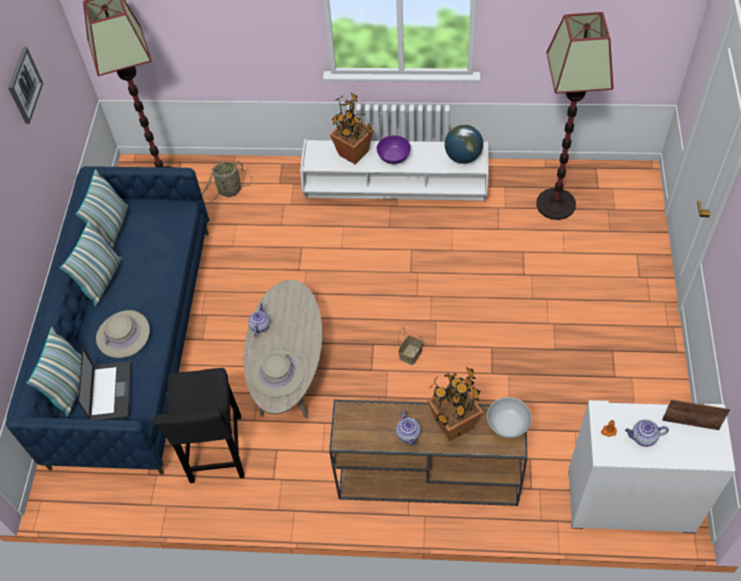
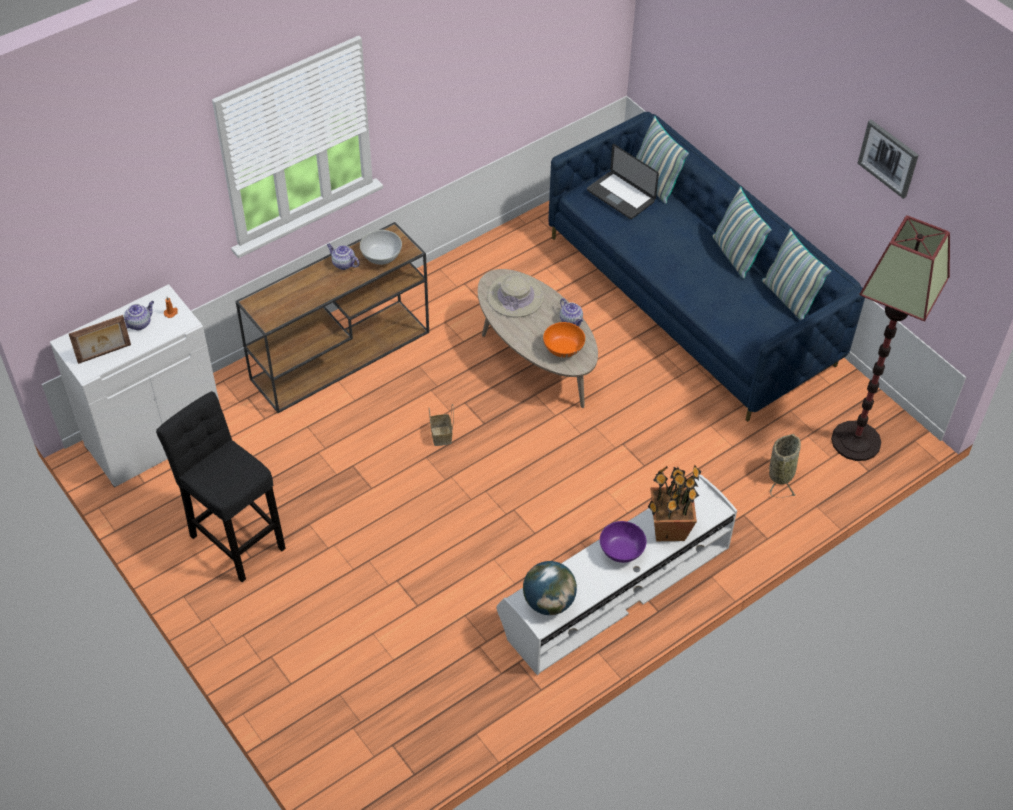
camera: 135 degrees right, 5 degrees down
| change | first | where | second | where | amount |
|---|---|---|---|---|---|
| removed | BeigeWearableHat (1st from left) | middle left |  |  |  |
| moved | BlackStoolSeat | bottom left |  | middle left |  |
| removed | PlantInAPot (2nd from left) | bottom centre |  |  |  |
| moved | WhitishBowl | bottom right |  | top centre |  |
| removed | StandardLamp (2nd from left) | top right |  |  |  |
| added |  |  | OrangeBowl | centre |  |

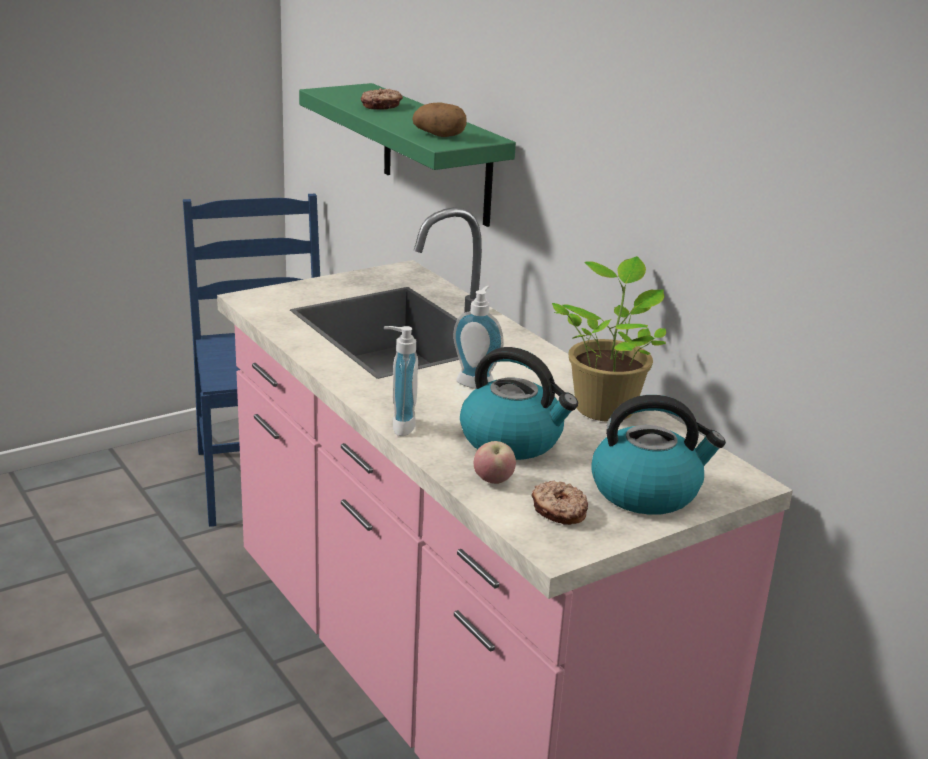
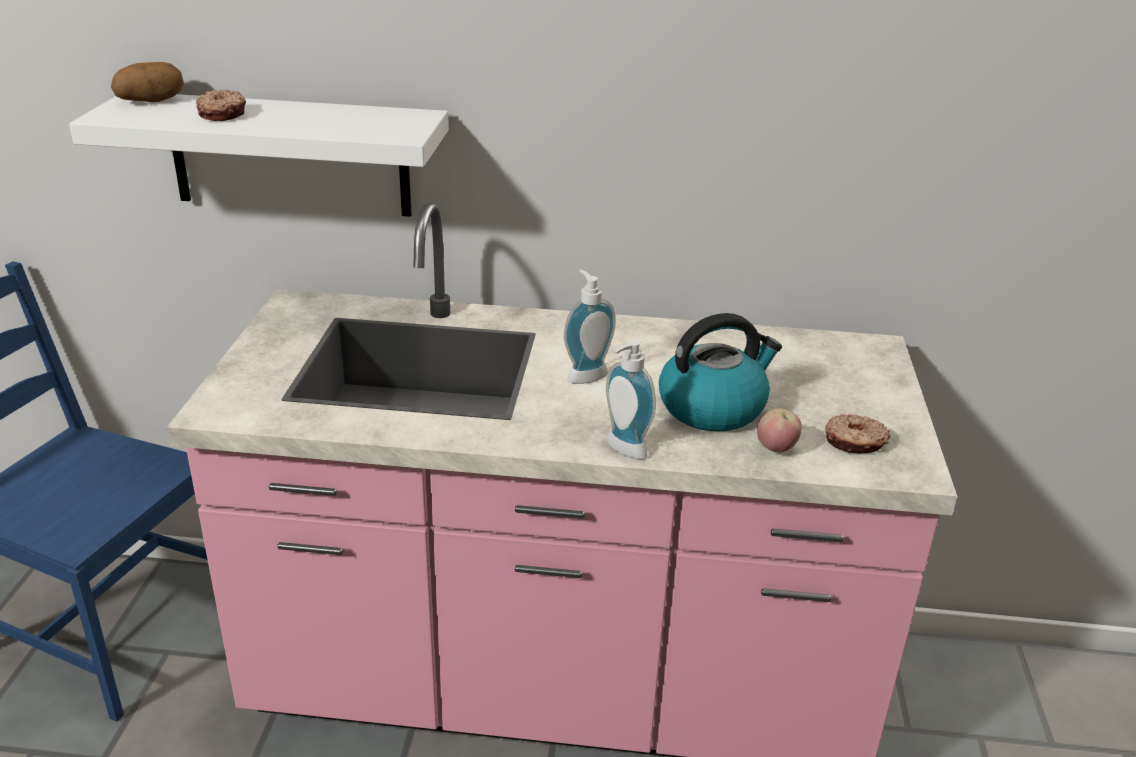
camera: 50 degrees left, 5 degrees up
| change | first | where | second | where | amount |
|---|---|---|---|---|---|
| recoloured | GreenishBracketShelf | top centre | WhitishBracketShelf | top left |  |
| moved | Spud | top centre |  | top left |  |
| removed | PlantInAPot | centre |  |  |  |
| removed | Kettle (2nd from left) | middle right |  |  |  |

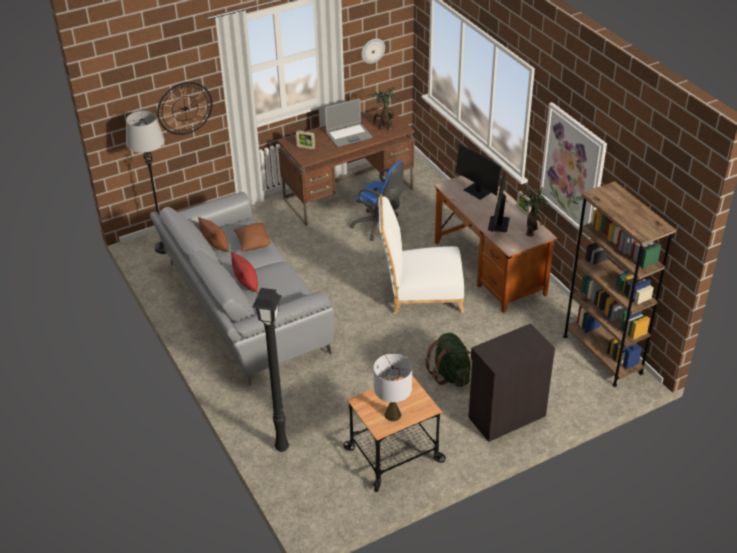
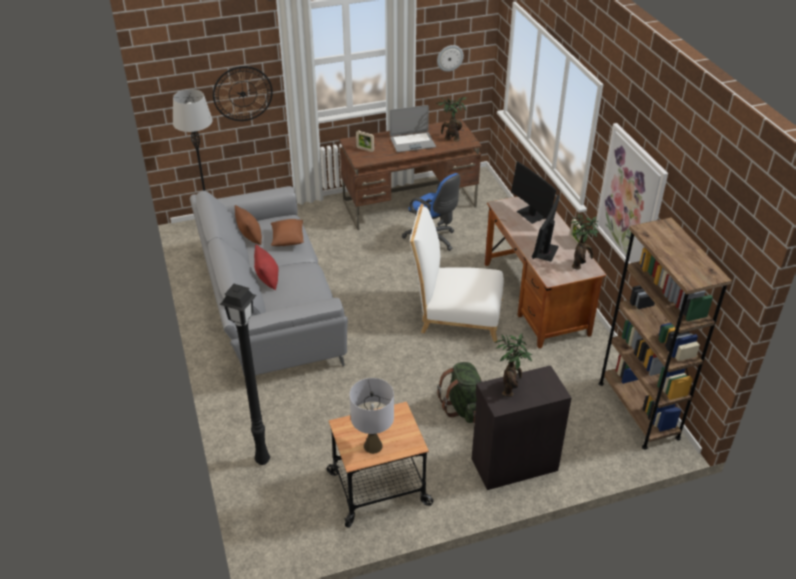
camera: 10 degrees right, 0 degrees up
| change | first | where | second | where | amount |
|---|---|---|---|---|---|
| added |  |  | PlantInAPot (2nd from left) | centre |  |

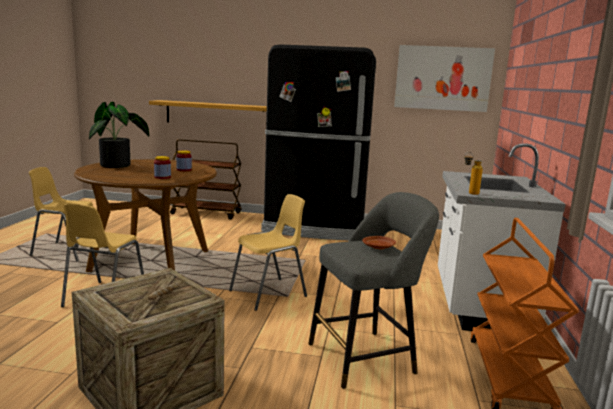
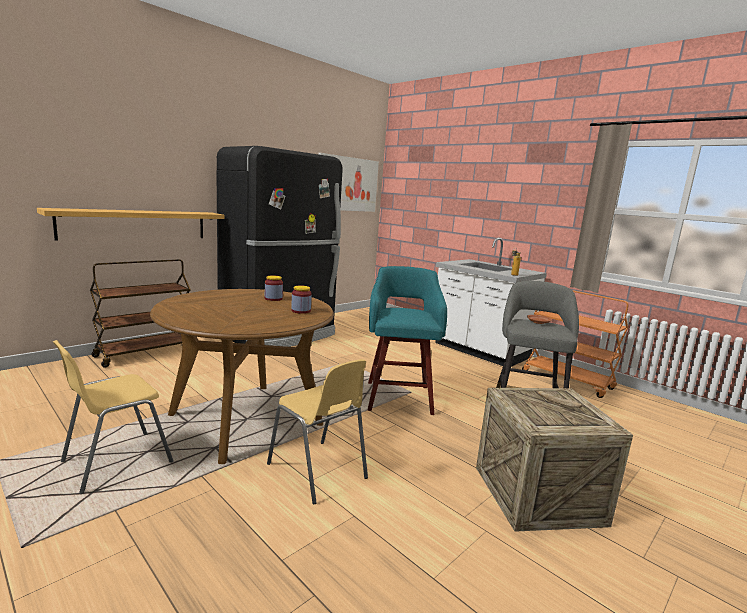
camera: 55 degrees left, 0 degrees up
| change | first | where | second | where | amount |
|---|---|---|---|---|---|
| removed | PlantInAPot | top left |  |  |  |
| replaced | YellowChair (3rd from left) | centre | TurquoiseColouredStoolSeat | centre |  |

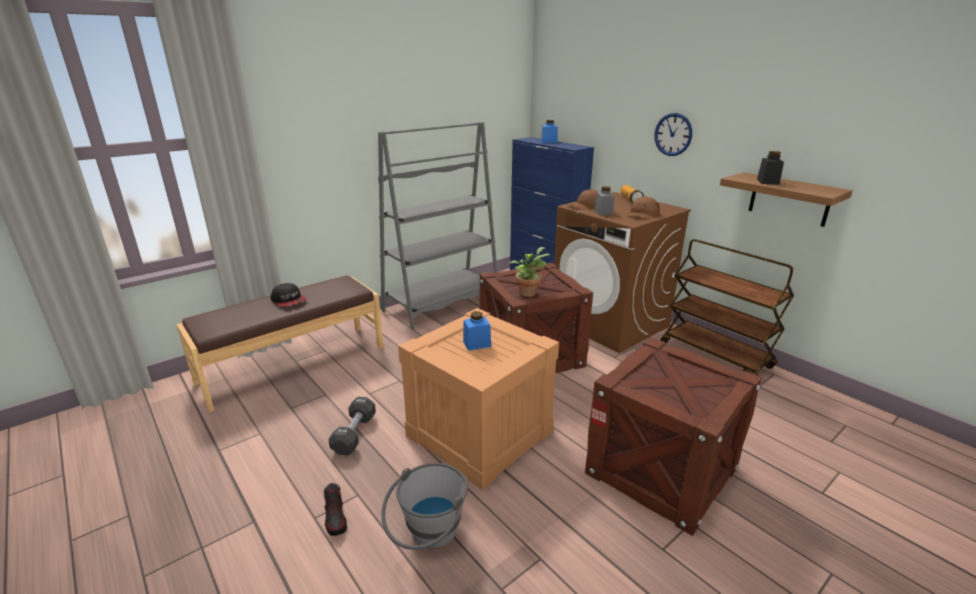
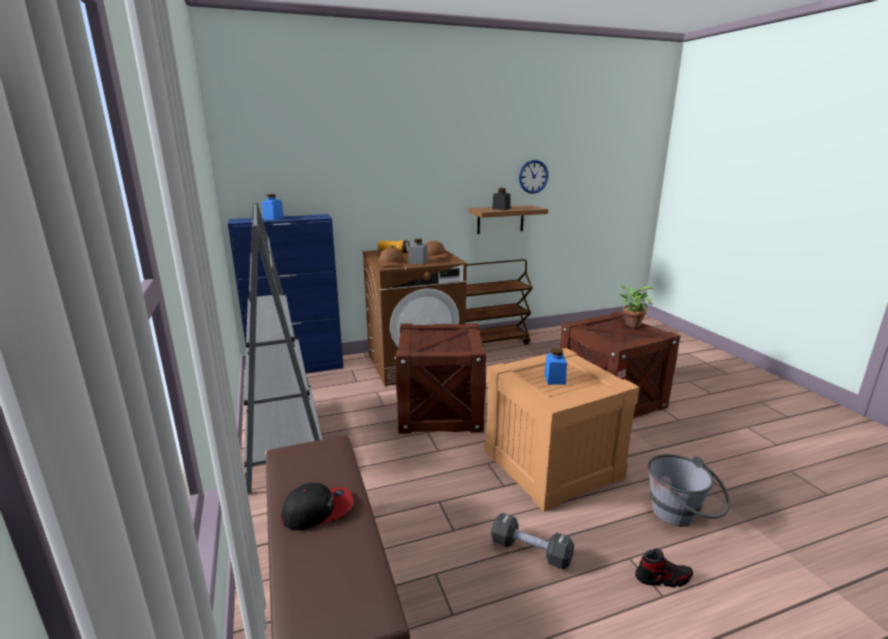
camera: 70 degrees left, 5 degrees down
| change | first | where | second | where | amount |
|---|---|---|---|---|---|
| moved | PlantInAPot | centre |  | middle right |  |
| moved | WallClock | top right |  | top centre |  |

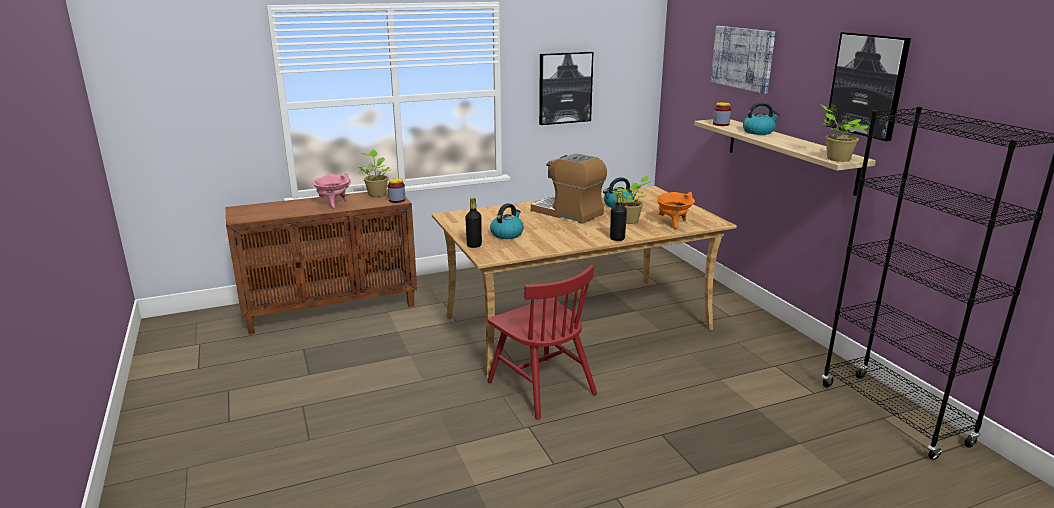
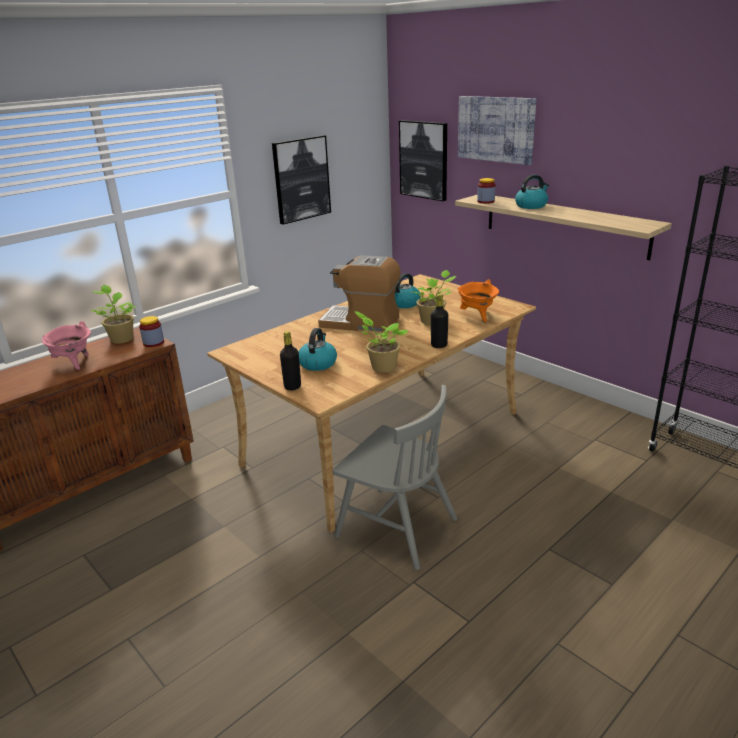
camera: 20 degrees left, 5 degrees up
| change | first | where | second | where | amount |
|---|---|---|---|---|---|
| recoloured | RedChair | bottom centre | GreyishChair | centre |  |
| moved | PlantInAPot (3rd from left in the first image) | top right | PlantInAPot (2nd from left) | centre |  |
| moved | WallArt (3rd from left in the first image) | top right | WallArt (2nd from left) | top centre |  |

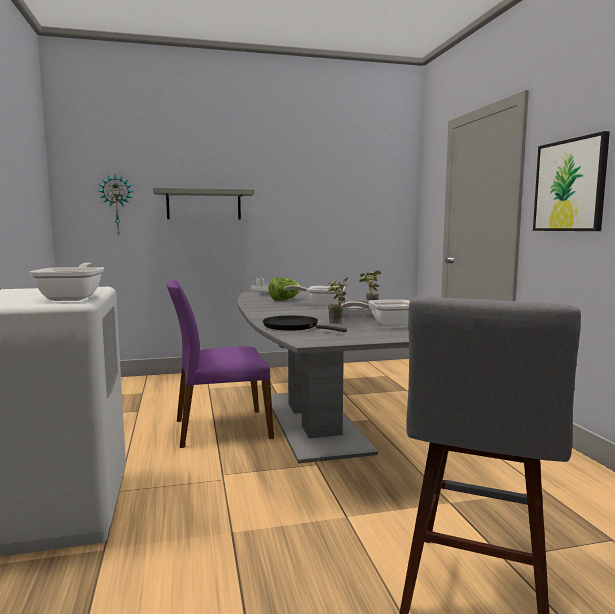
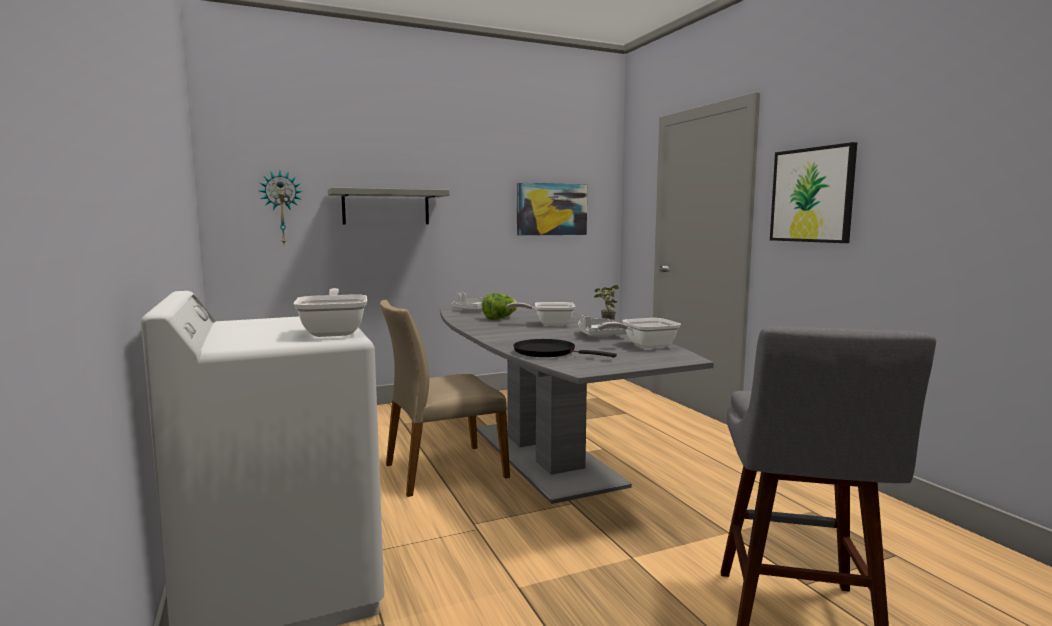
camera: 10 degrees left, 0 degrees up
| change | first | where | second | where | amount |
|---|---|---|---|---|---|
| recoloured | PurpleColouredChair | centre | BeigeChair | centre |  |
| removed | PlantInAPot (1st from left) | centre |  |  |  |
| added |  |  | WallArt (1st from left) | centre |  |

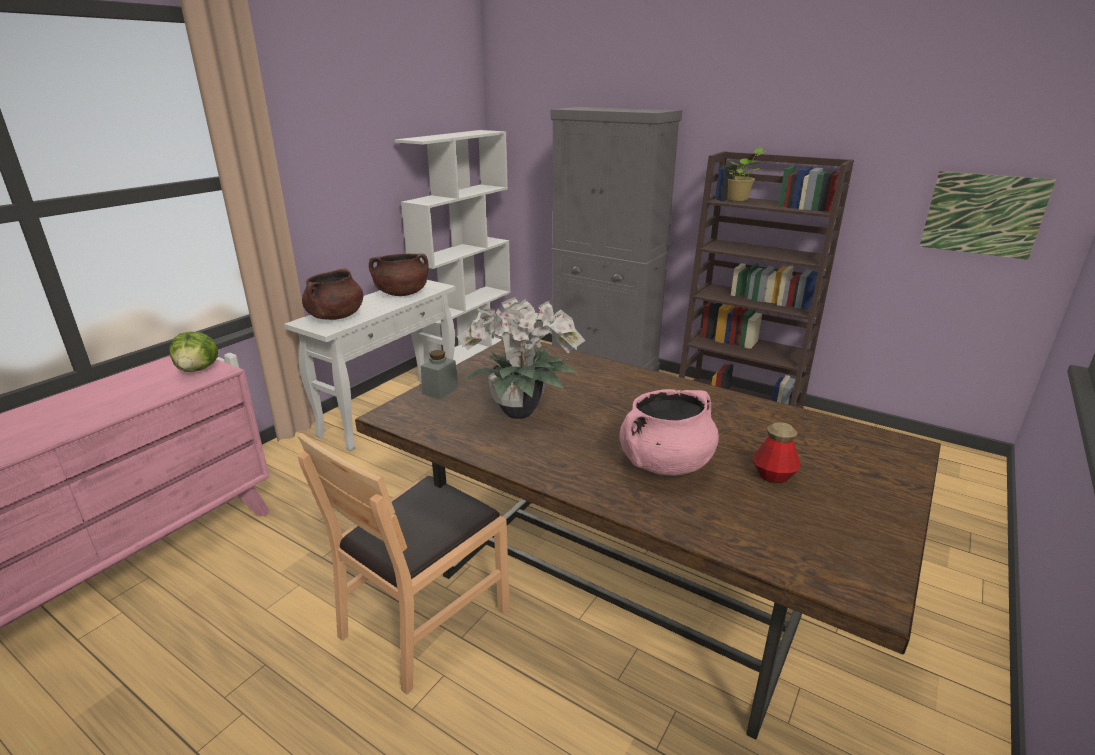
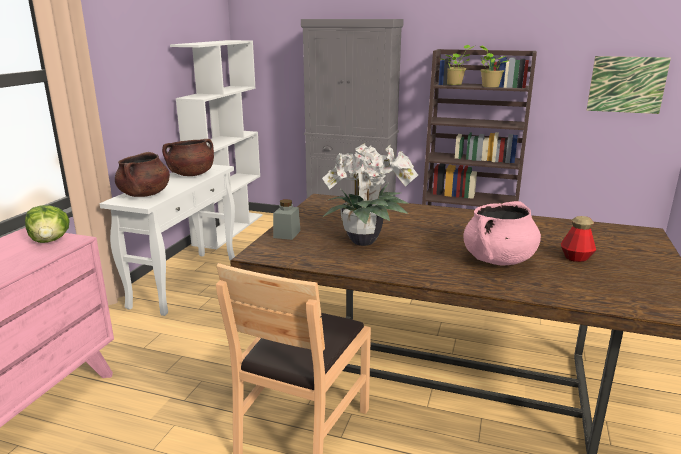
camera: 15 degrees left, 5 degrees down
| change | first | where | second | where | amount |
|---|---|---|---|---|---|
| added |  |  | PlantInAPot (3rd from left) | top right |  |

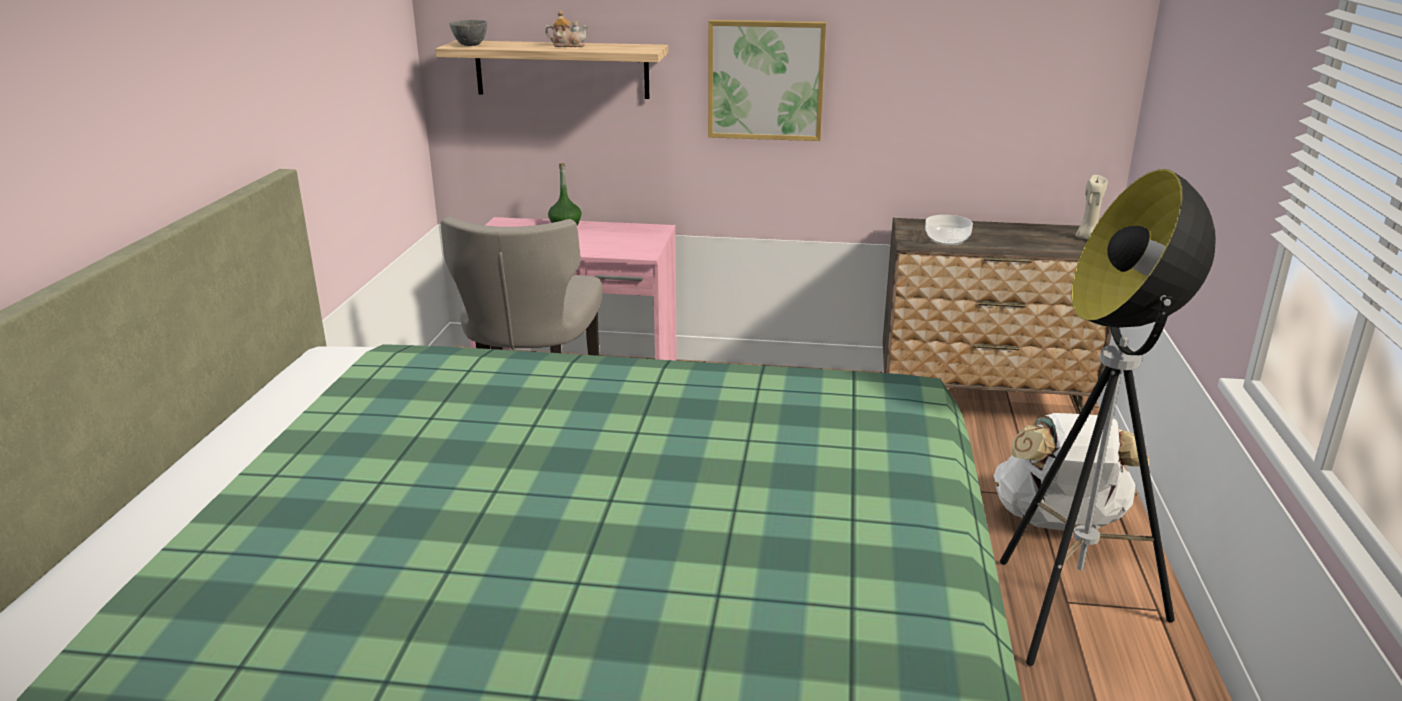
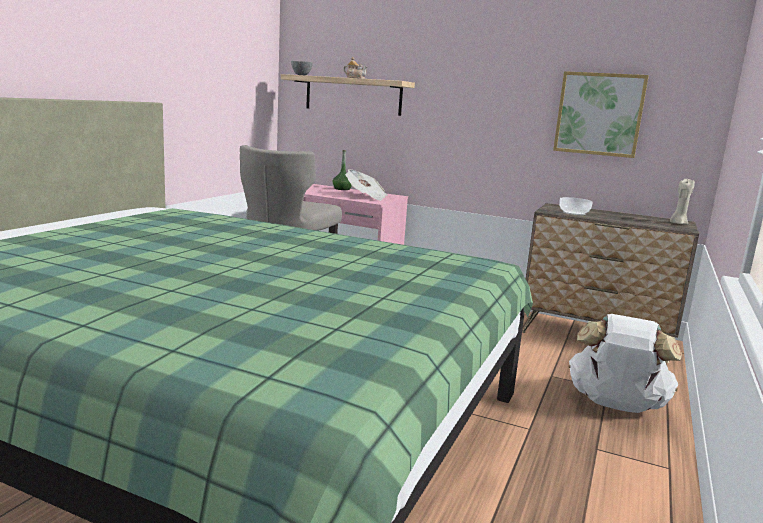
camera: 15 degrees right, 10 degrees down
| change | first | where | second | where | amount |
|---|---|---|---|---|---|
| moved | WallArt | top centre |  | top right |  |
| removed | StandardLamp | middle right |  |  |  |
| added |  |  | DailyPaper | centre |  |

